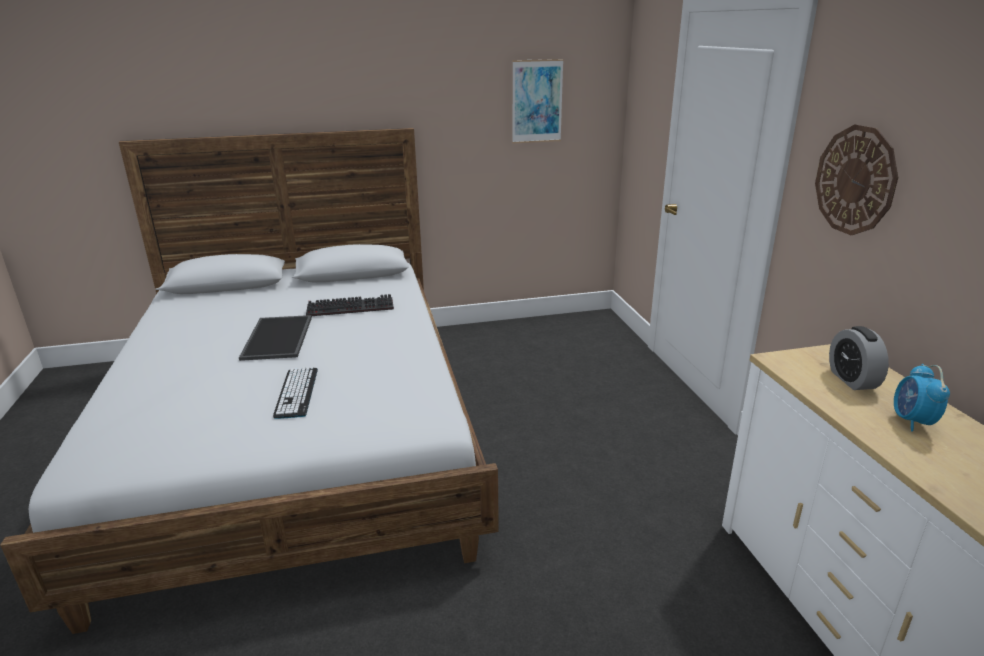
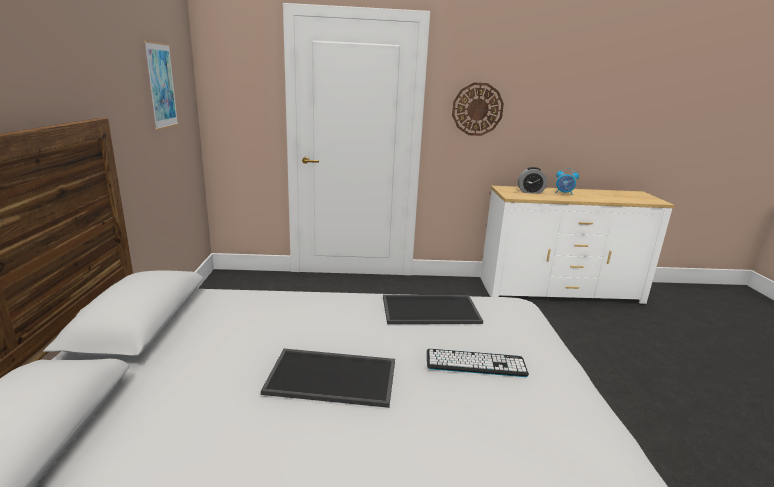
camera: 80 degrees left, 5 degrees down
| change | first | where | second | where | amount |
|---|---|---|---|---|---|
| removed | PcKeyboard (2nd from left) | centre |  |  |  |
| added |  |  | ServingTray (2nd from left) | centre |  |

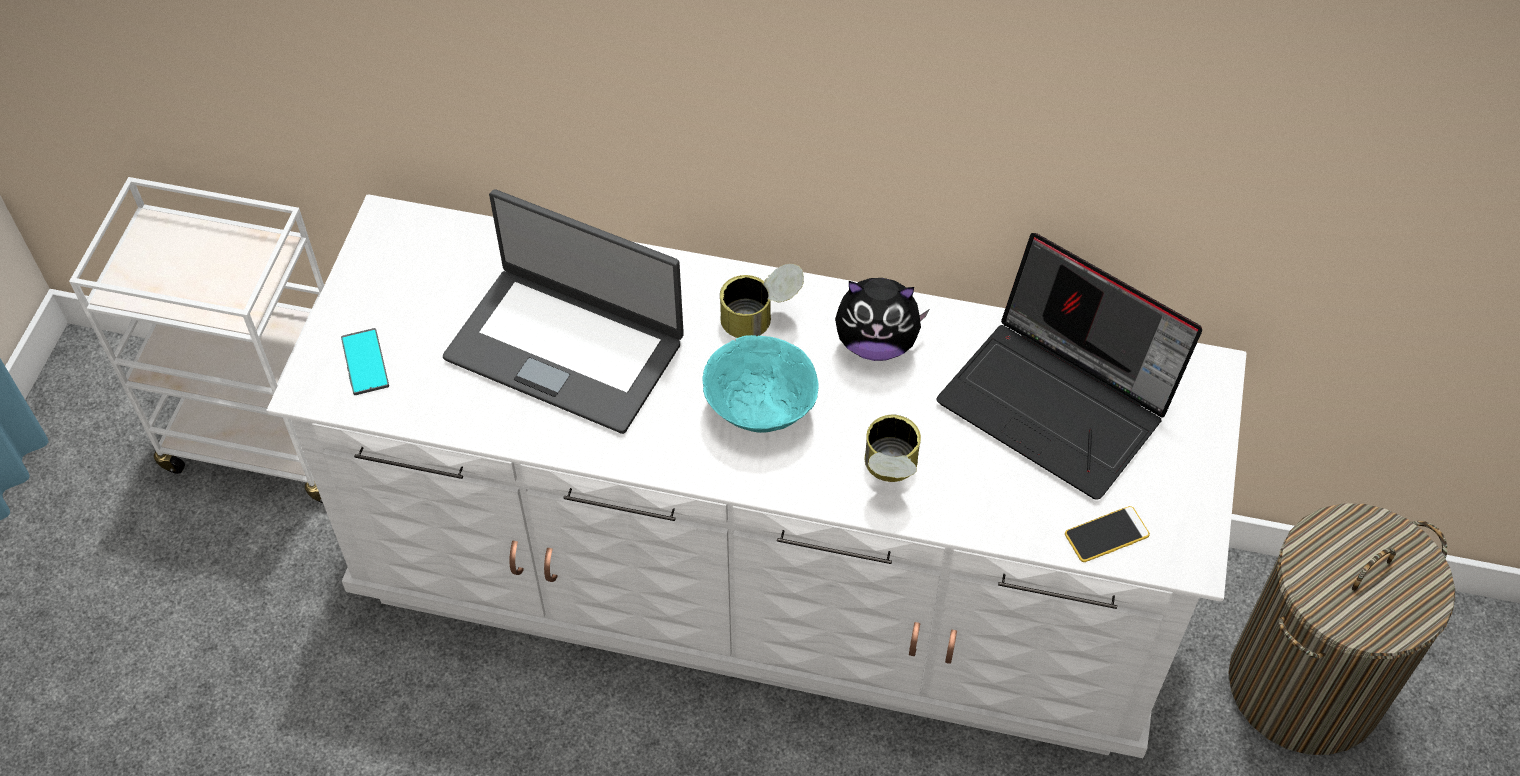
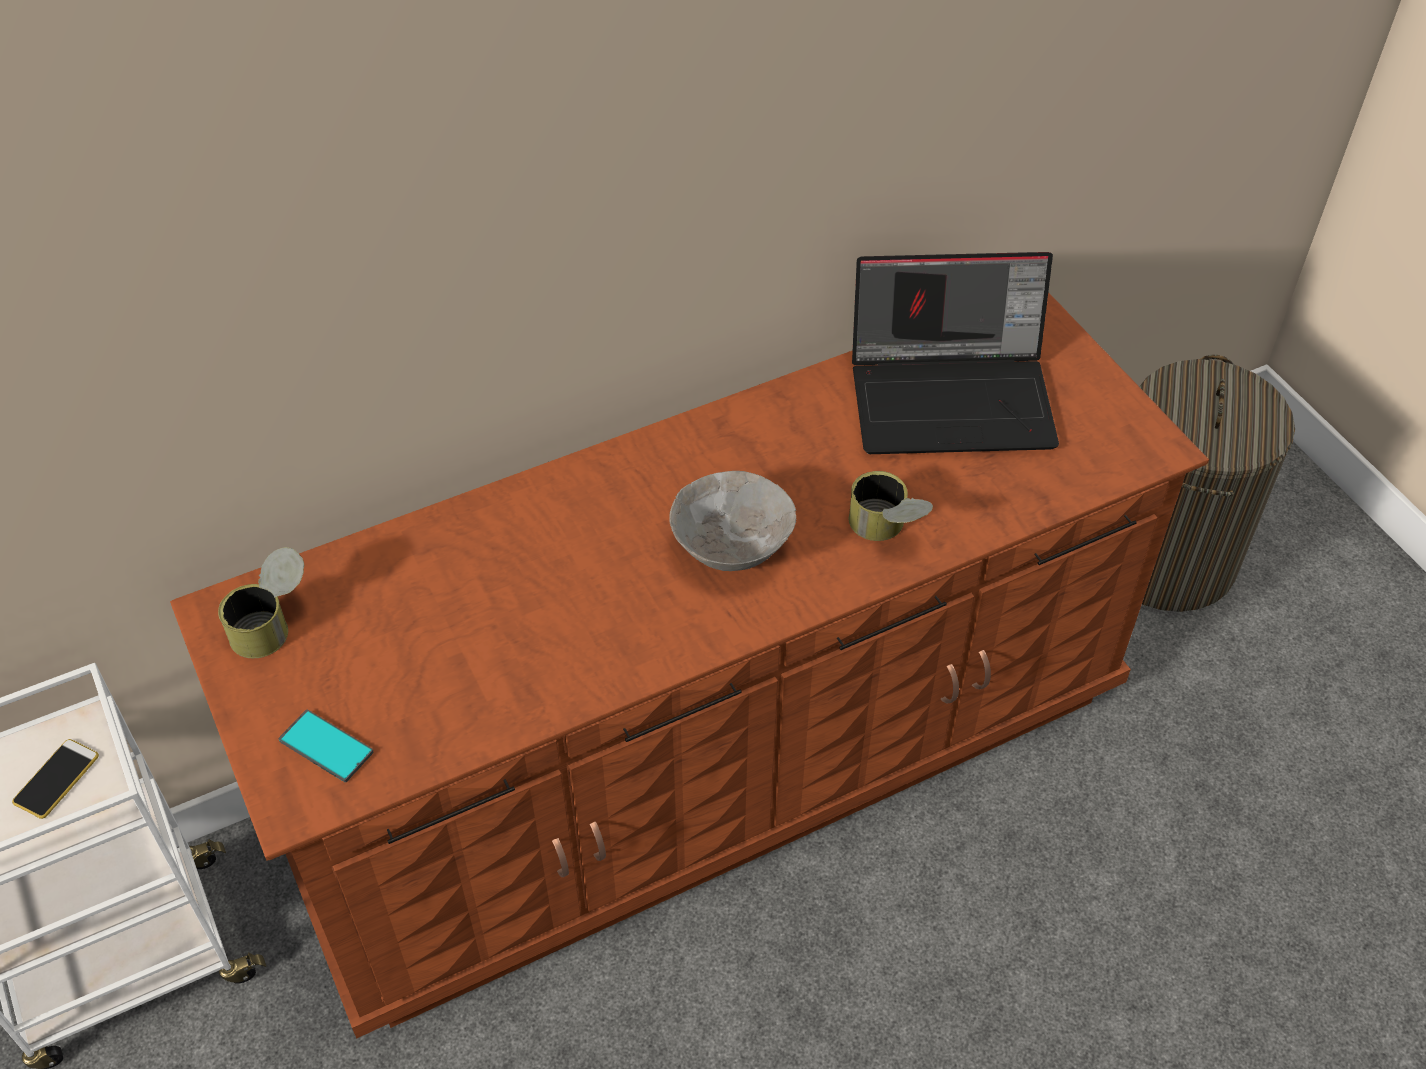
camera: 40 degrees left, 5 degrees down
| change | first | where | second | where | amount |
|---|---|---|---|---|---|
| recoloured | WhitishDresser | centre | BrownColouredDresser | centre |  |
| removed | Laptop (1st from left) | centre |  |  |  |
| recoloured | TurquoiseColouredBowl | centre | GreyishBowl | centre |  |
| moved | MetalCan (1st from left) | centre |  | middle left |  |
| removed | SoftToy | centre |  |  |  |
| moved | Handset (2nd from left in the first image) | bottom right | Handset (1st from left) | bottom left |  |

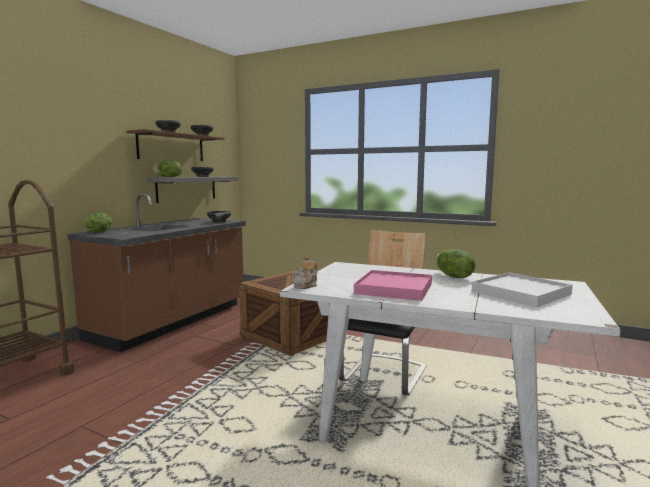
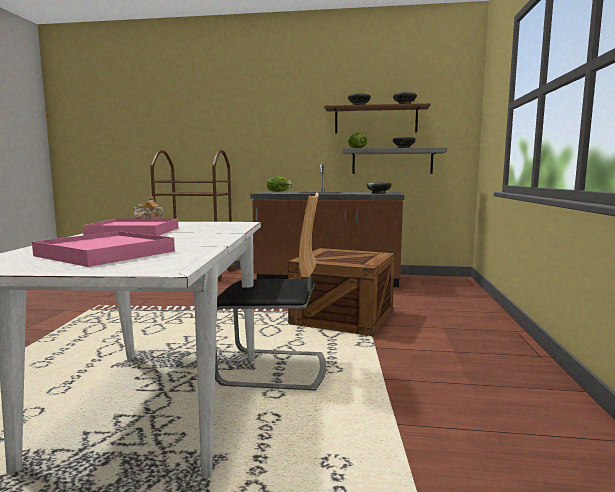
camera: 70 degrees right, 0 degrees up
| change | first | where | second | where | amount |
|---|---|---|---|---|---|
| removed | HeadOfLettuce (3rd from left) | middle right |  |  |  |
| recoloured | WhitishServingTray | middle right | PinkColouredServingTray (1st from left) | middle left |  |

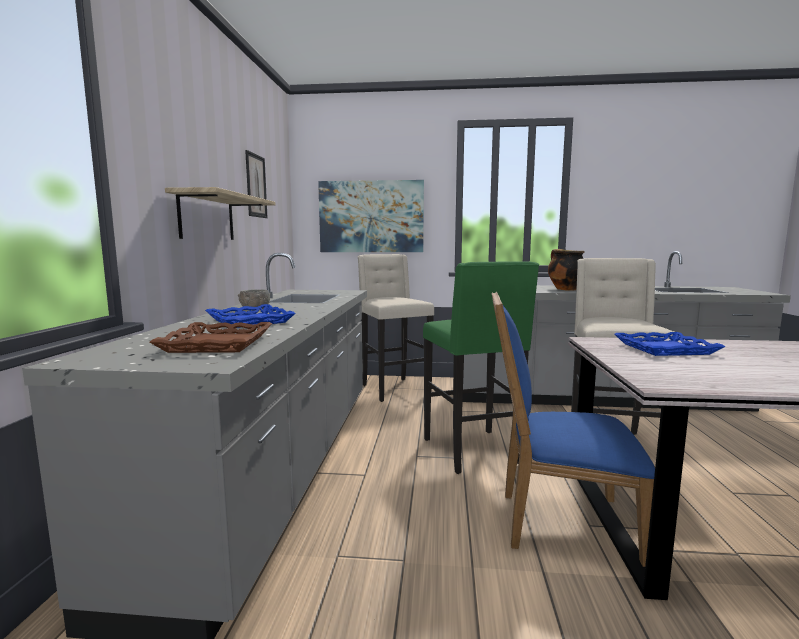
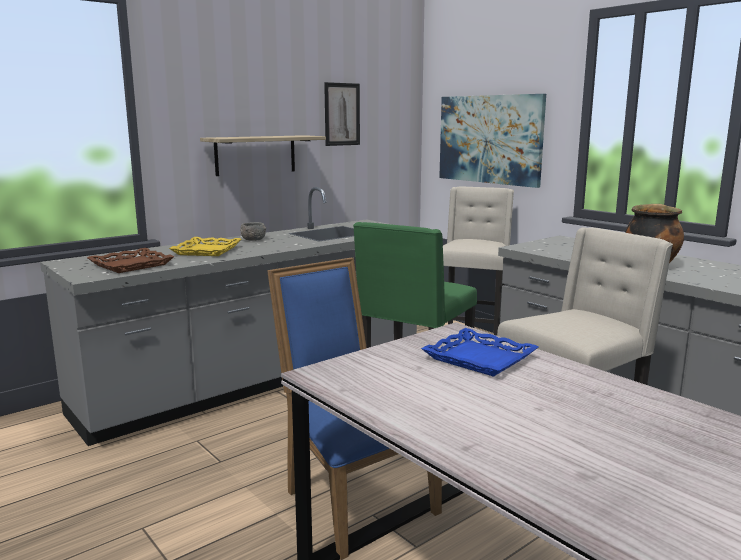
camera: 45 degrees right, 5 degrees up
| change | first | where | second | where | amount |
|---|---|---|---|---|---|
| recoloured | BlueServingTray (1st from left) | middle left | YellowServingTray | middle left |  |

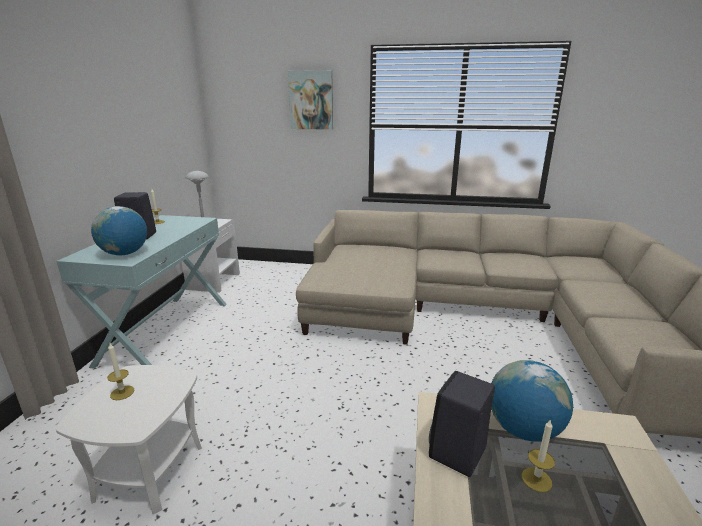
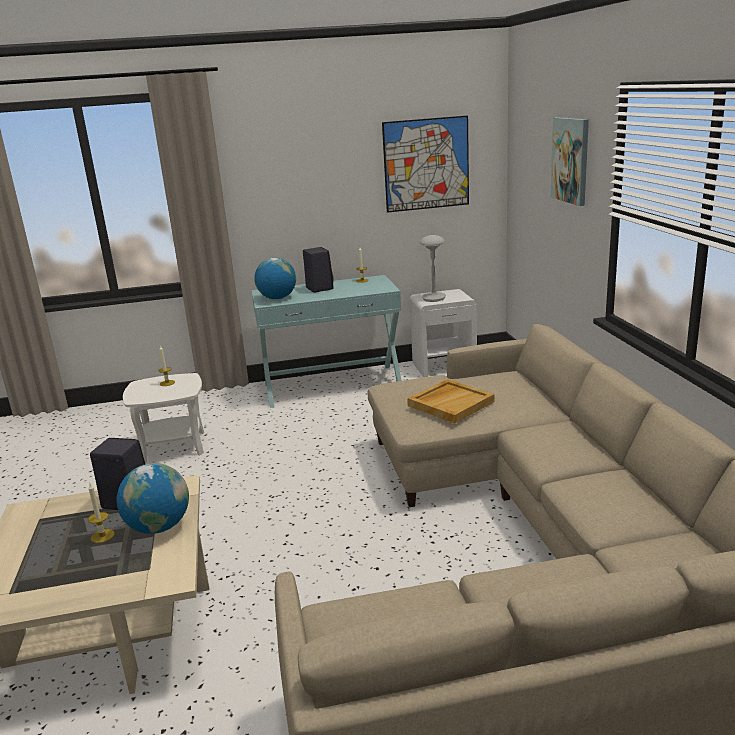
camera: 70 degrees right, 0 degrees up
| change | first | where | second | where | amount |
|---|---|---|---|---|---|
| added |  |  | WallArt (1st from left) | top centre |  |
| added |  |  | BeigeServingTray | centre |  |

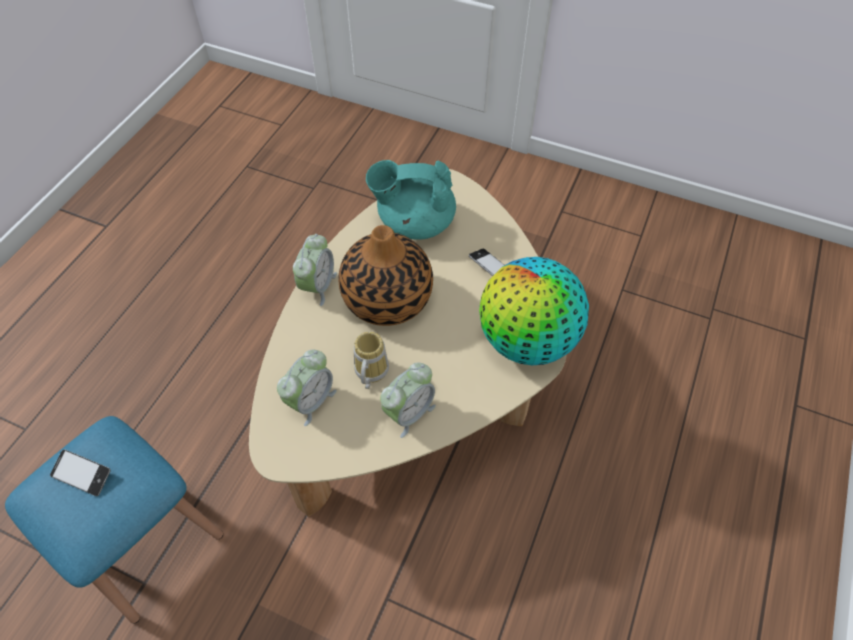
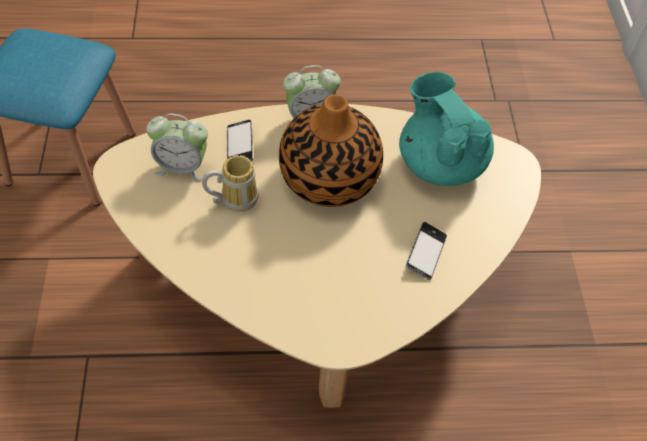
camera: 60 degrees right, 0 degrees up
| change | first | where | second | where | amount |
|---|---|---|---|---|---|
| moved | Handset (1st from left) | bottom left |  | top centre |  |
| removed | BedsideClock (3rd from left) | centre |  |  |  |
| removed | Globe | centre |  |  |  |

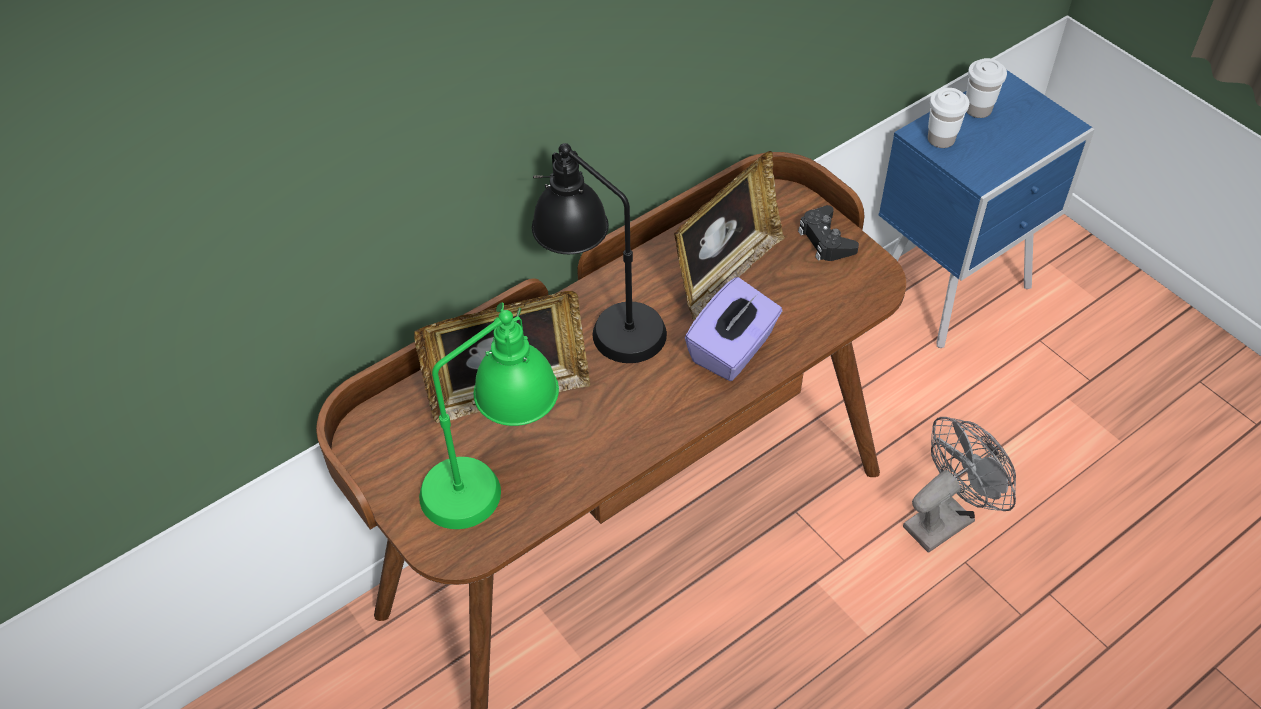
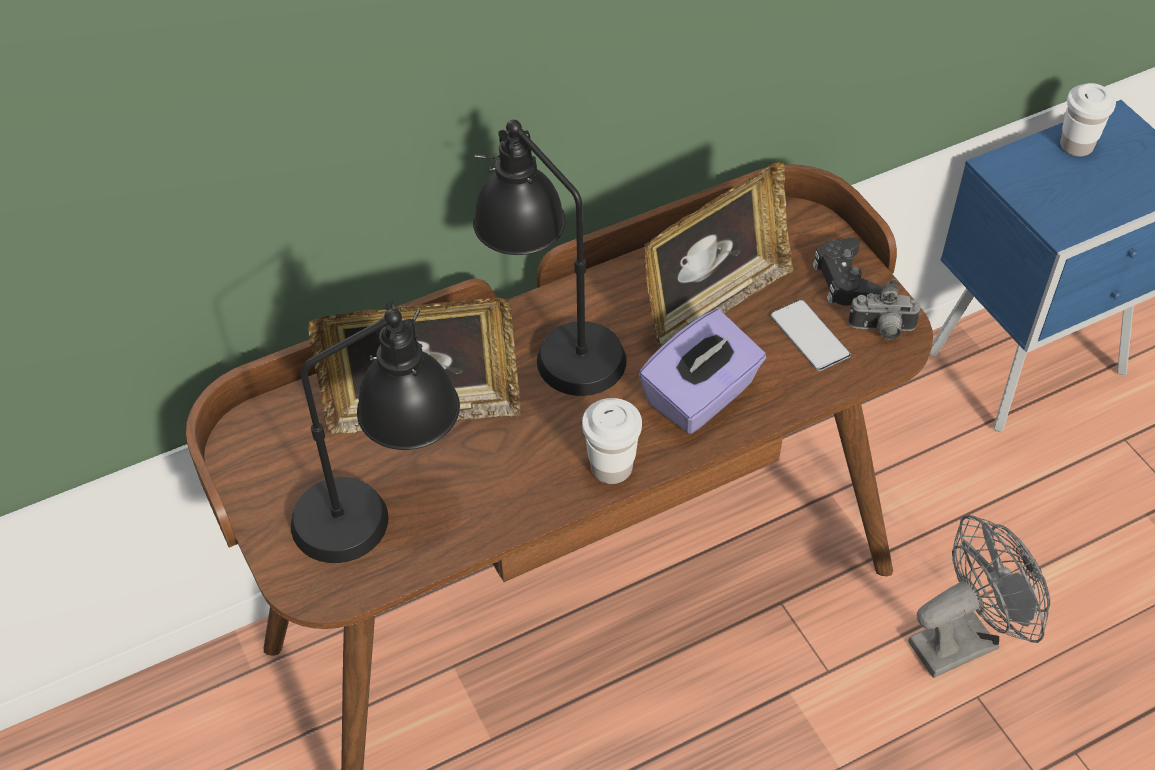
camera: 10 degrees right, 0 degrees up
| change | first | where | second | where | amount |
|---|---|---|---|---|---|
| recoloured | GreenishTableLamp | centre | BlackTableLamp (1st from left) | middle left |  |
| moved | WhitishSmallCup (1st from left) | top right |  | centre |  |
| added |  |  | Handset | middle right |  |
| added |  |  | PhotoCamera | middle right |  |

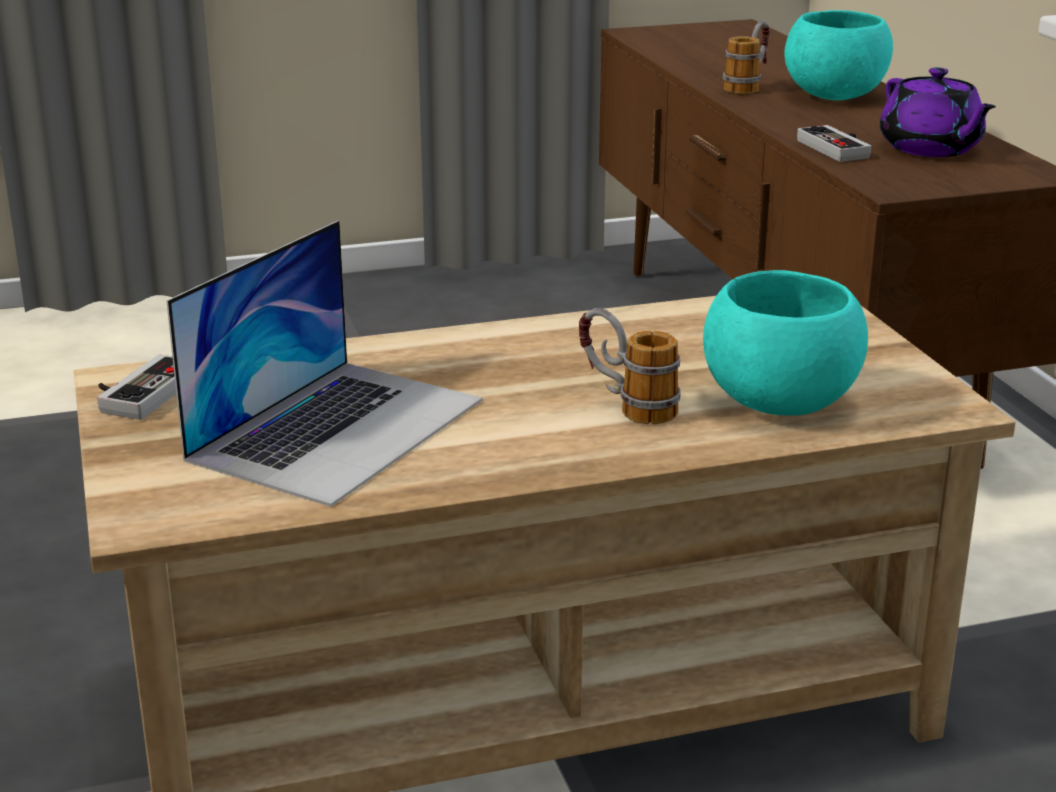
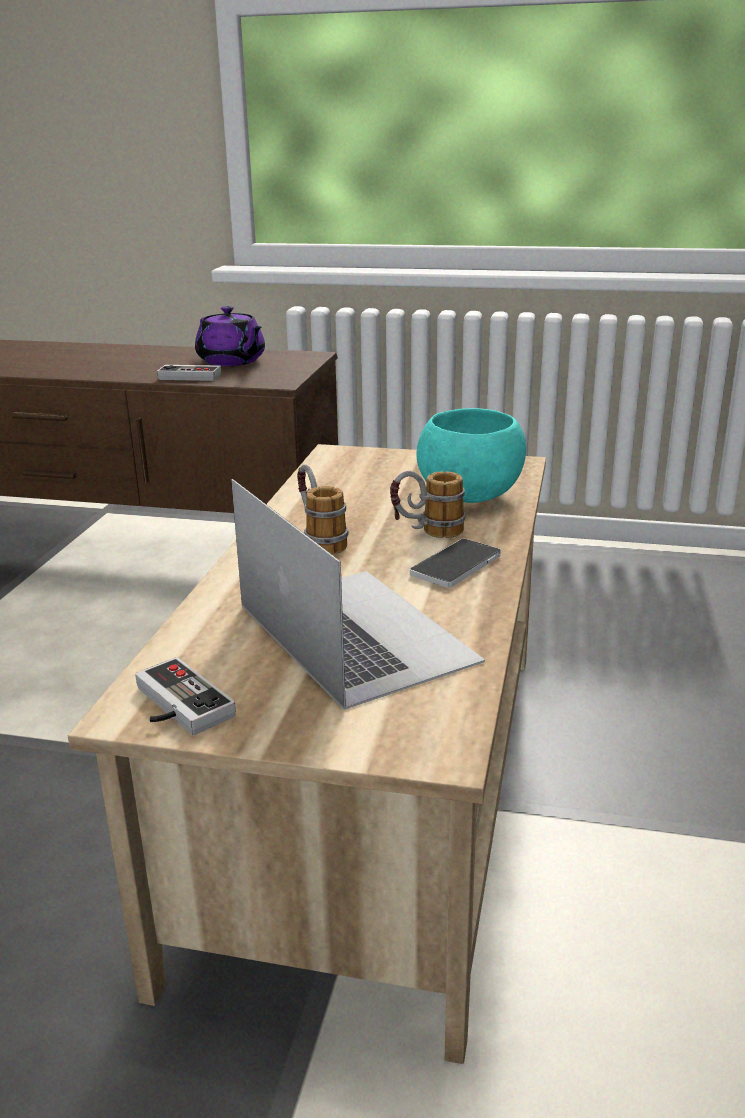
camera: 60 degrees left, 0 degrees up
| change | first | where | second | where | amount |
|---|---|---|---|---|---|
| moved | CoffeeMug (2nd from left in the first image) | top right | CoffeeMug (1st from left) | centre |  |
| removed | TurquoiseColouredBowl (2nd from left) | top right |  |  |  |
| turned | PurpleColouredPotForTea | top right |  | top left | 45 degrees clockwise |
| added |  |  | Handset | centre |  |

